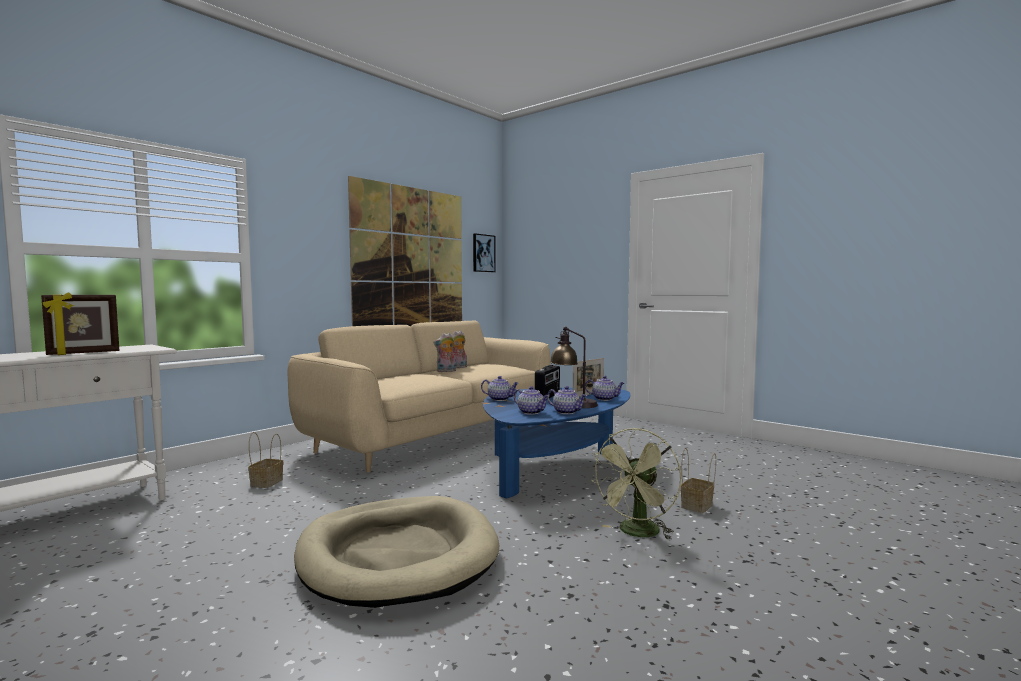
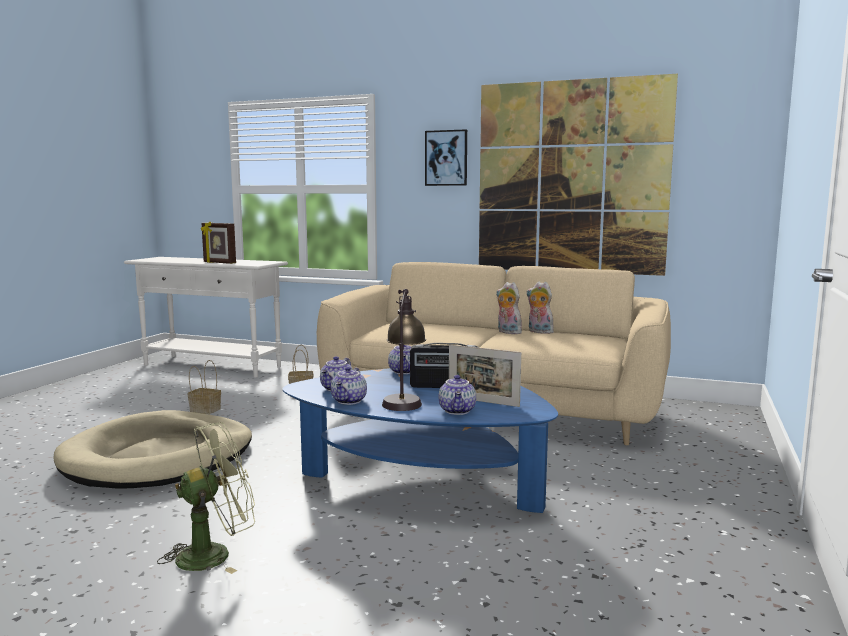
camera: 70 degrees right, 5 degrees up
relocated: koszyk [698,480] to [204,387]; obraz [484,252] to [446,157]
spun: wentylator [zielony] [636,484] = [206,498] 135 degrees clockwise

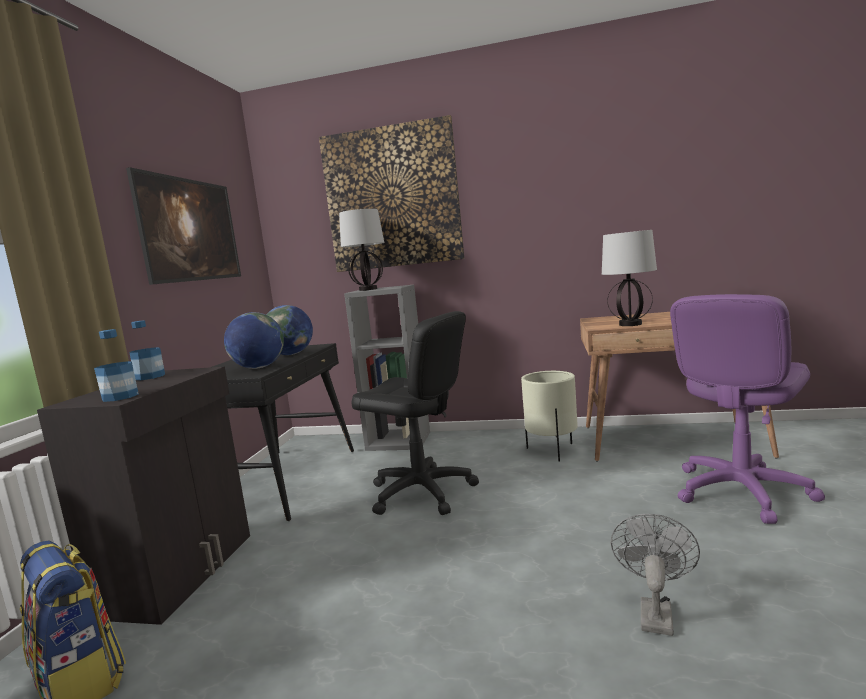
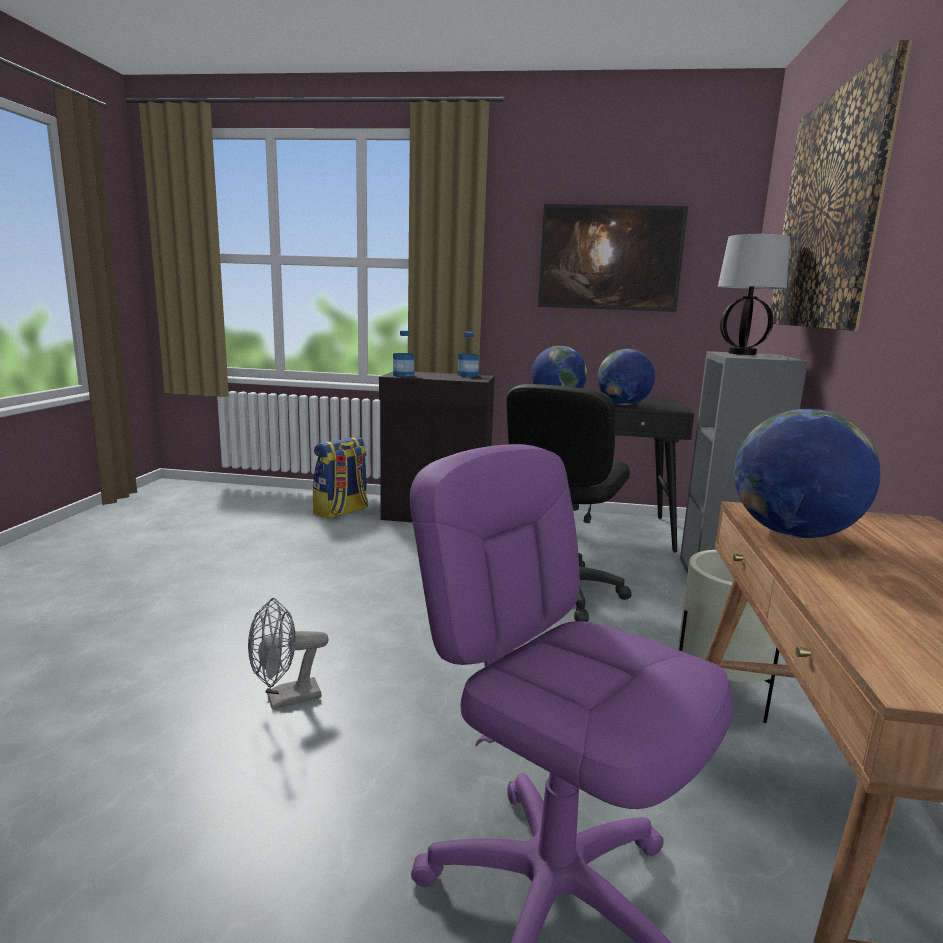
camera: 85 degrees right, 5 degrees up
exchanged: lampa stołowa [629,278] to globus [807,473]
spun: wentylator [szary] [655,575] = [288,654] 135 degrees clockwise

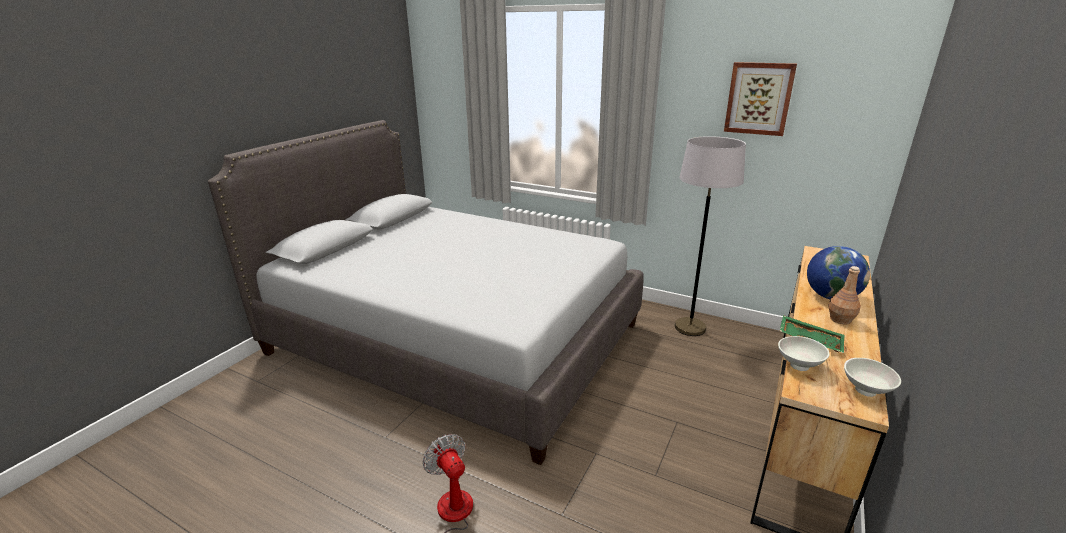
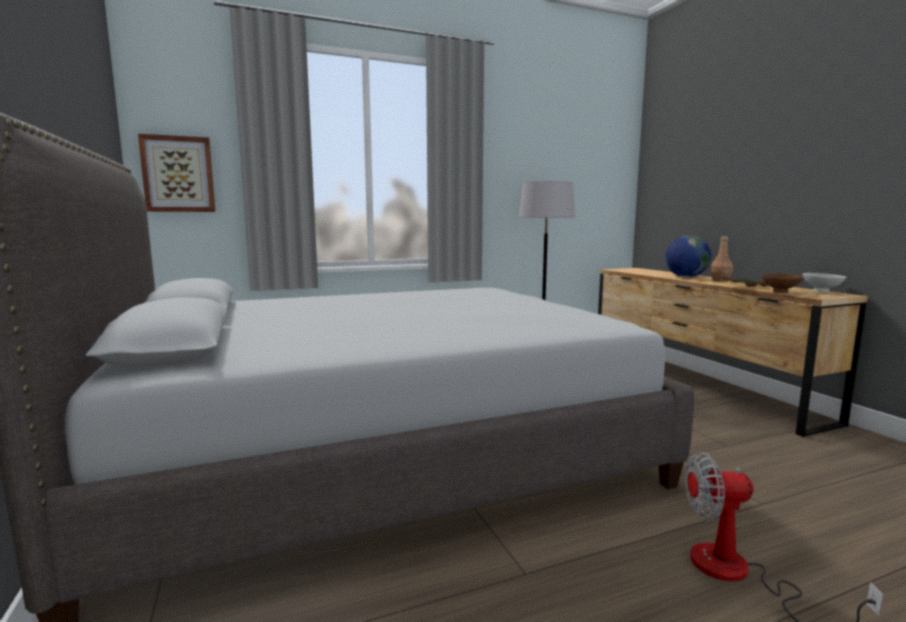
camera: 50 degrees left, 15 degrees down
relocated: obraz [760,99] to [176,173]
colour: miska [biały] [804,353] to miska [brązowy] [782,283]

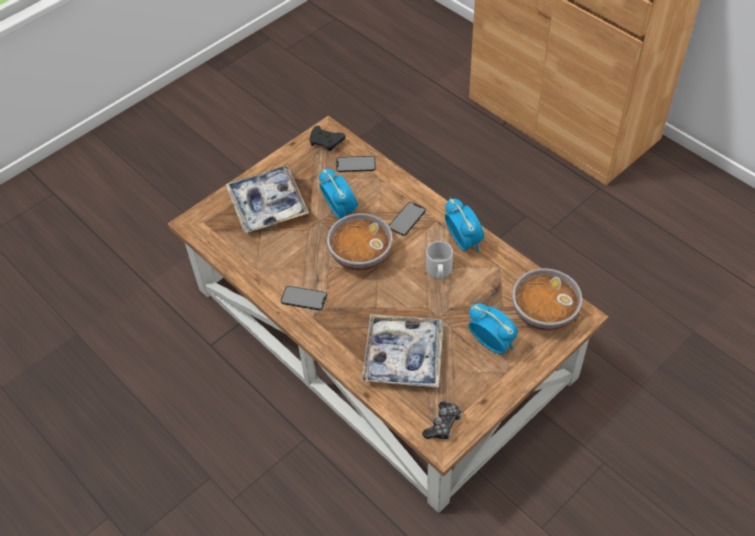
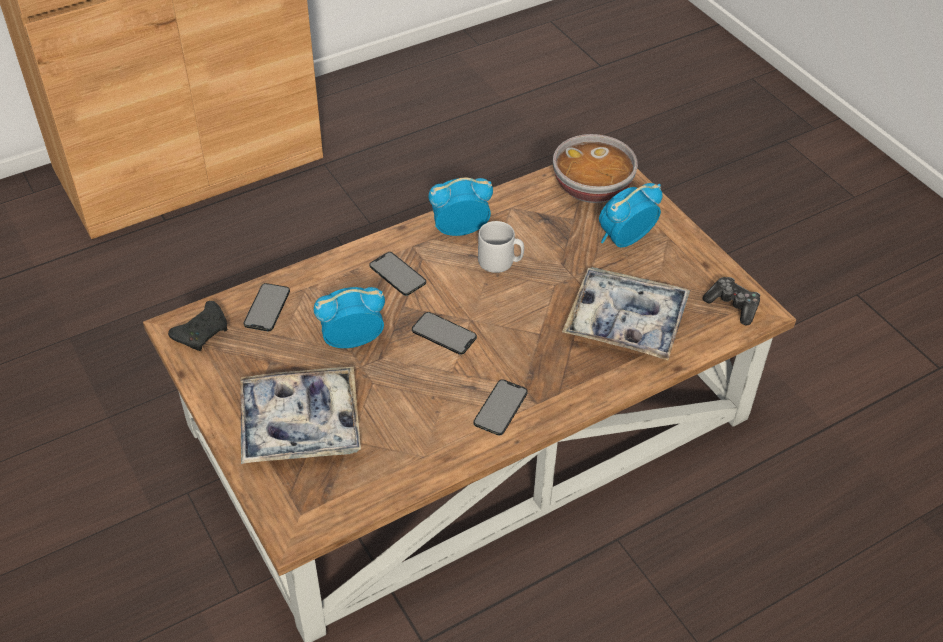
camera: 80 degrees left, 5 degrees down
exchanged: miska [360,242] to telefon [444,333]

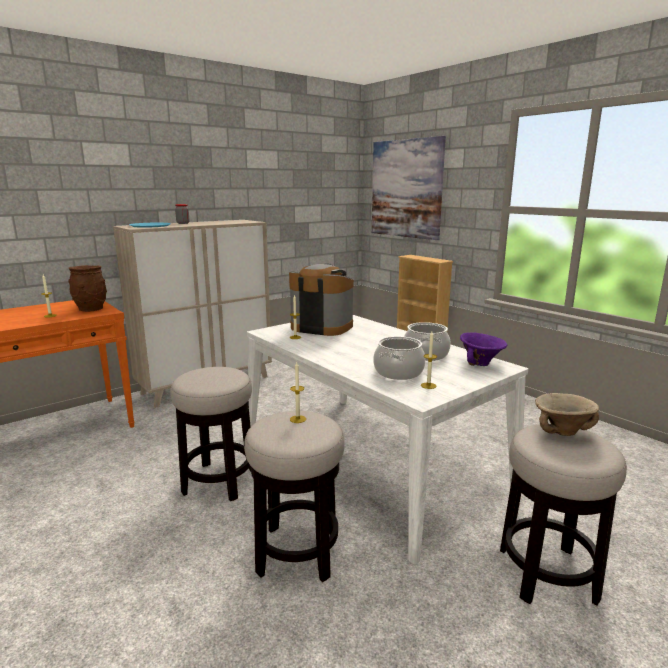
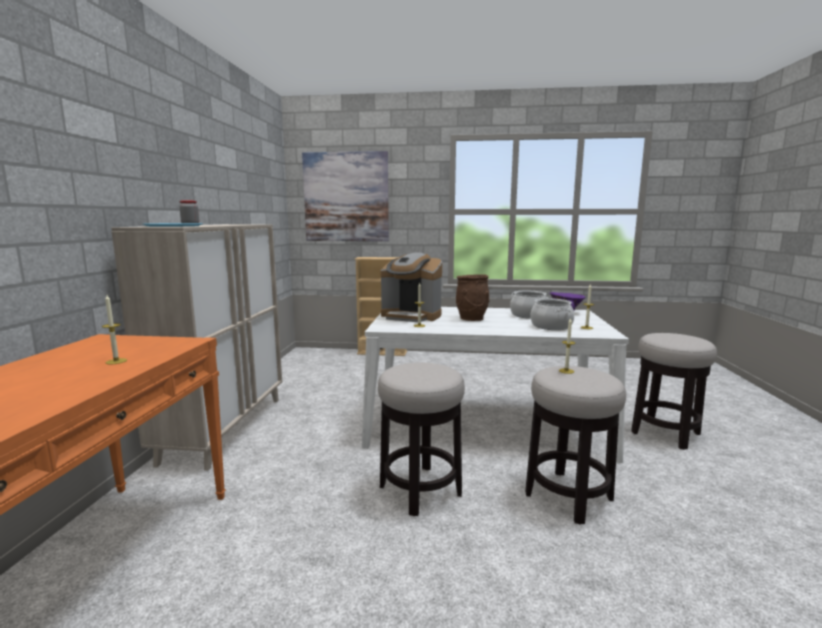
camera: 45 degrees left, 5 degrees down
missing: miska [beżowy] [567,414]
relocated: wazon [brązowy] [87,288] to [472,297]
spun: ekspres do kawy [321,299] = [411,287] 135 degrees counterclockwise

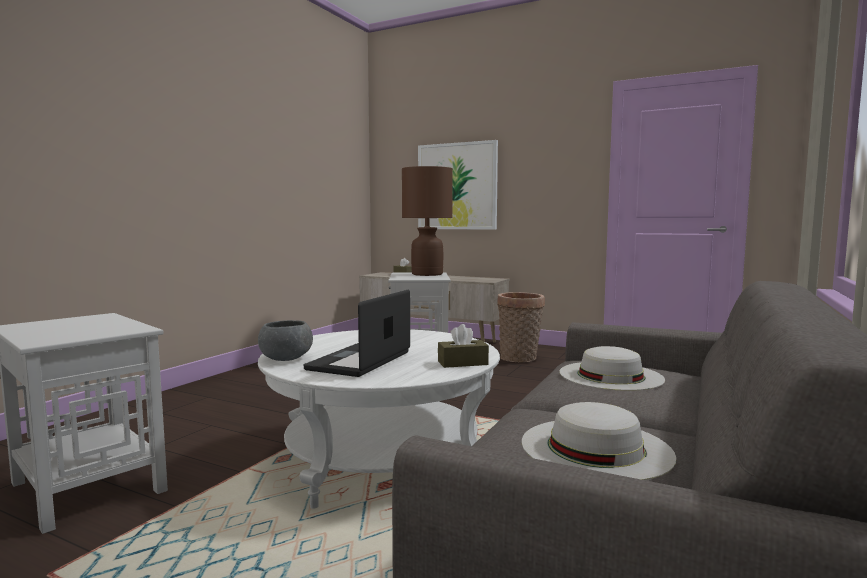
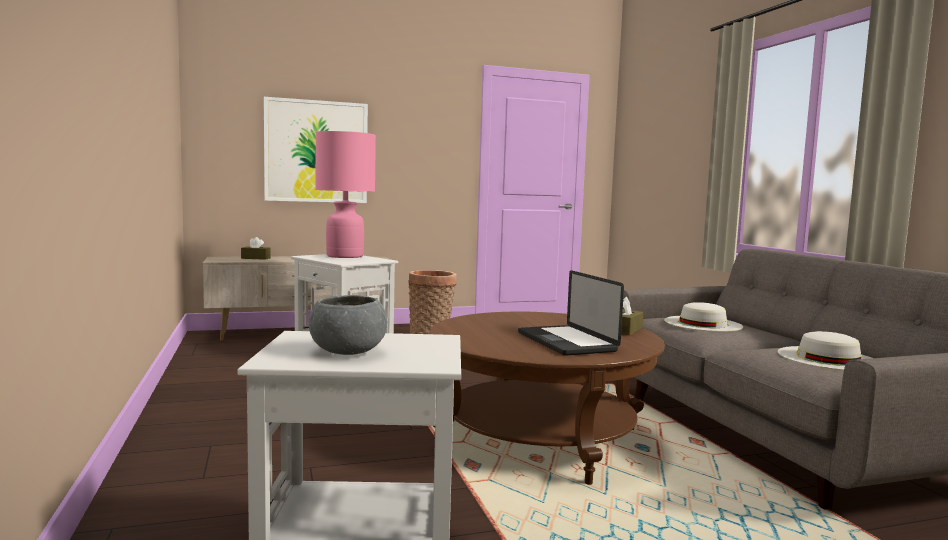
camera: 45 degrees left, 0 degrees up
relocated: miska [szary] [285,340] to [348,325]
colour: lampa stołowa [brązowy] [427,221] to lampa stołowa [różowy] [345,194]; ława [biały] [379,419] to ława [brązowy] [547,398]

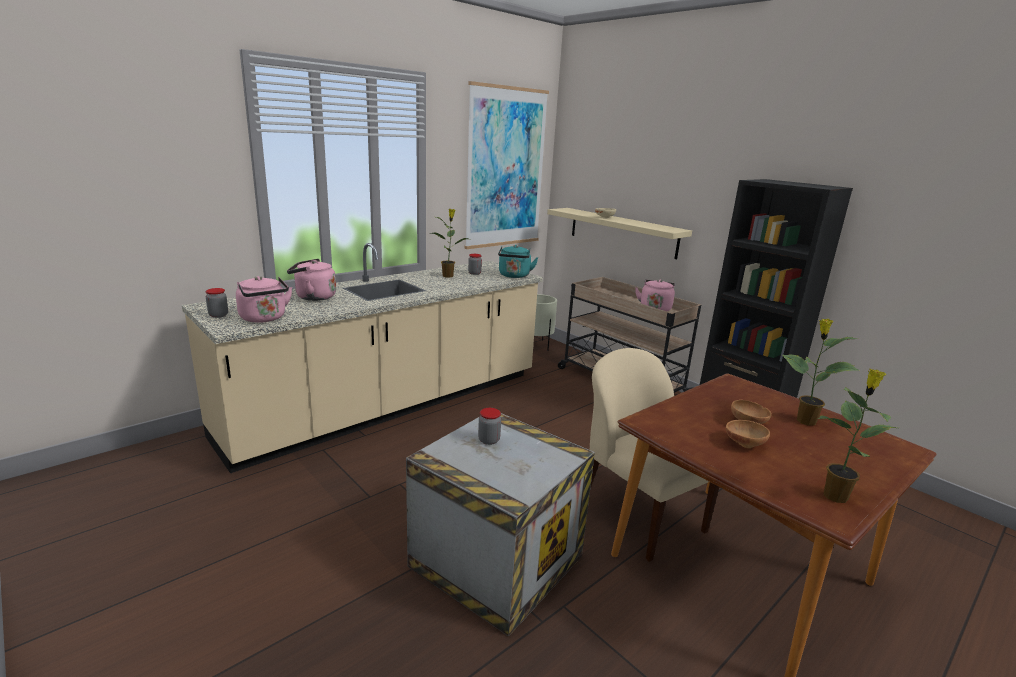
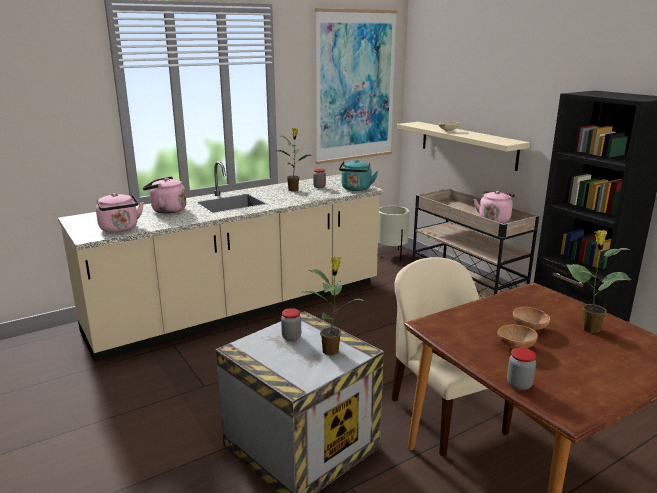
camera: 10 degrees right, 0 degrees up
relocated: roślina doniczkowa [857,436] to [335,306]; słoik [216,303] to [521,369]

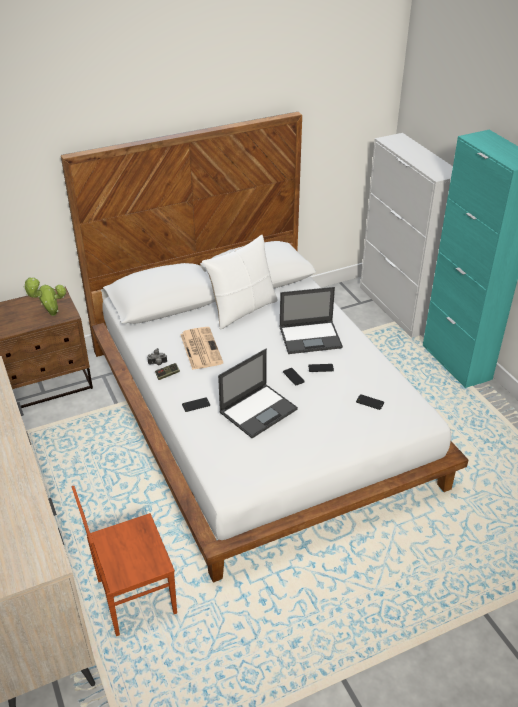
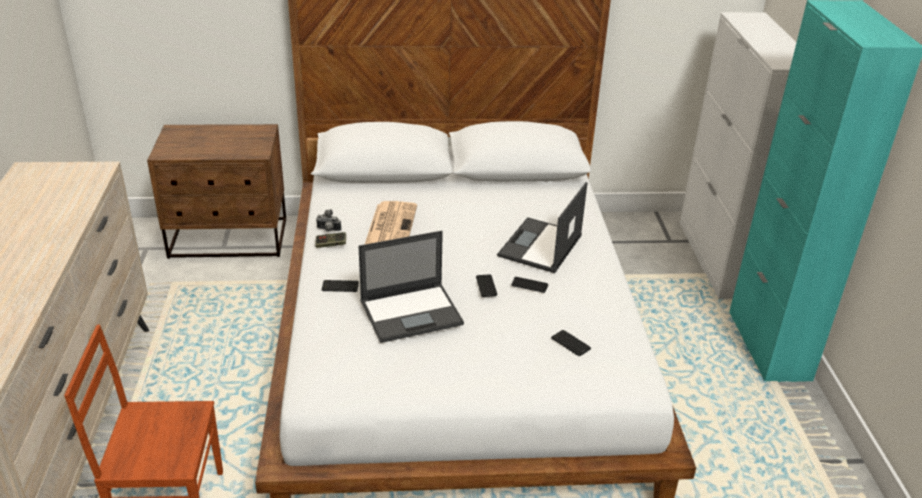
camera: 20 degrees right, 5 degrees down
missing: roślina doniczkowa [44,296]; poduszka [biały] [240,282]
spun: laptop [311,320] = [542,227] 105 degrees clockwise

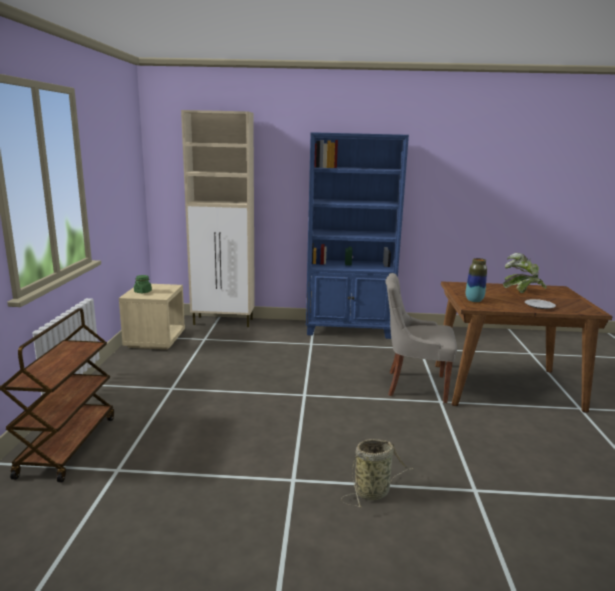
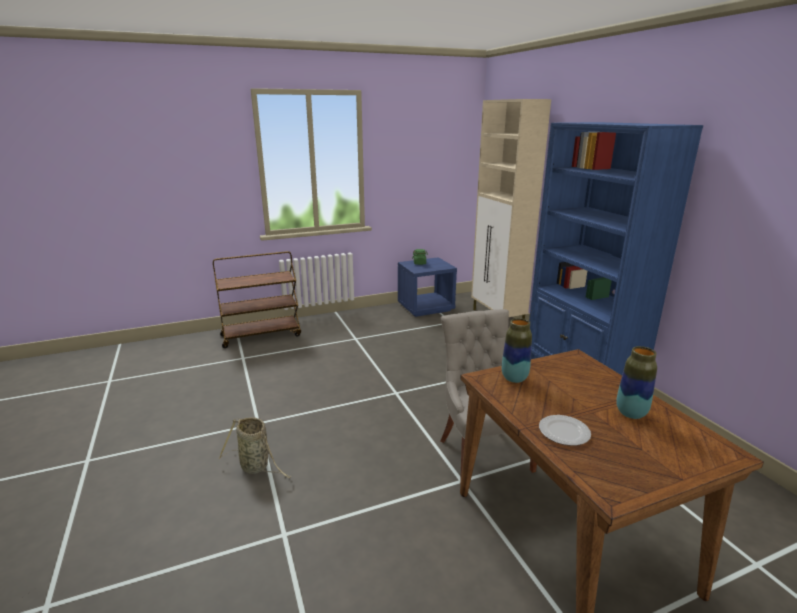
camera: 65 degrees right, 5 degrees up
exchanged: roślina doniczkowa [525,273] to wazon [636,382]
colour: szafka nocna [beżowy] [152,317] to szafka nocna [niebieski] [427,287]

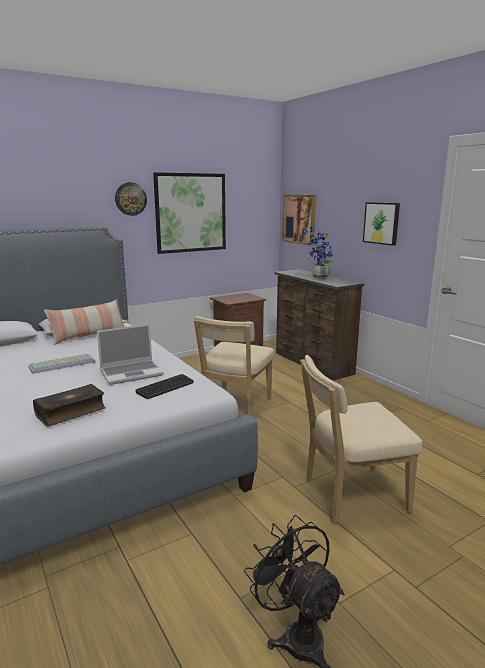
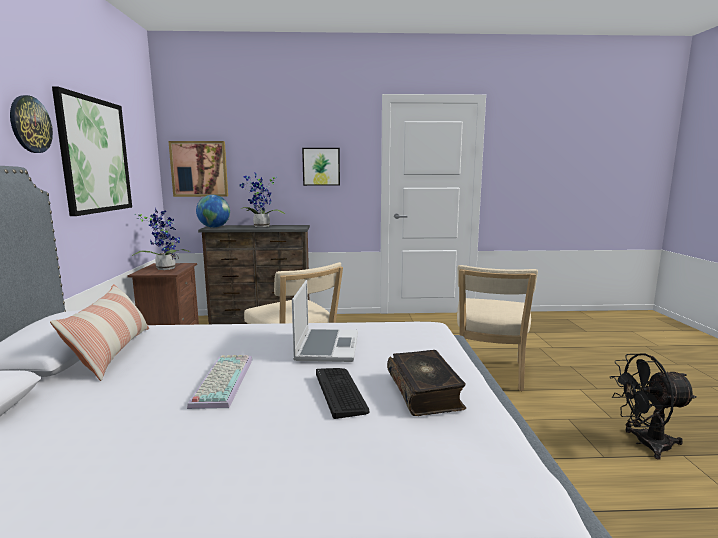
camera: 60 degrees left, 5 degrees down
appeared: roślina doniczkowa [161,238]; globus [213,211]
relocated: klawiatura [165,386] to [343,393]

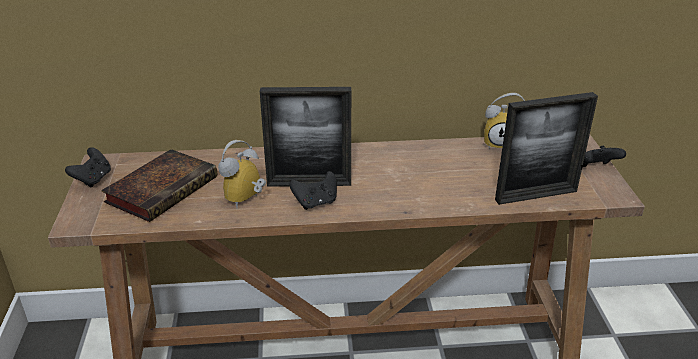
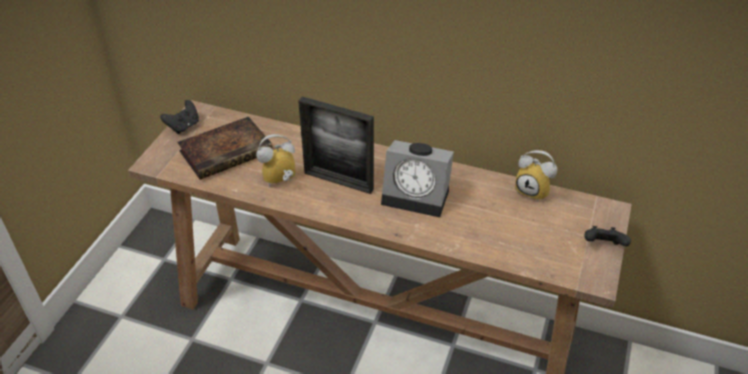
camera: 25 degrees right, 10 degrees up
missing: pad do gier [czarny] [313,190]; ramka na zdjęcie [546,148]
appeared: budzik [417,178]

